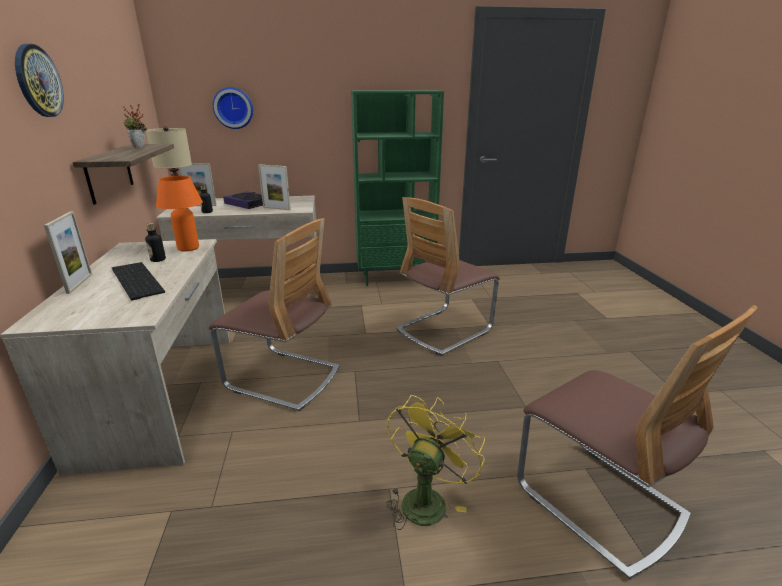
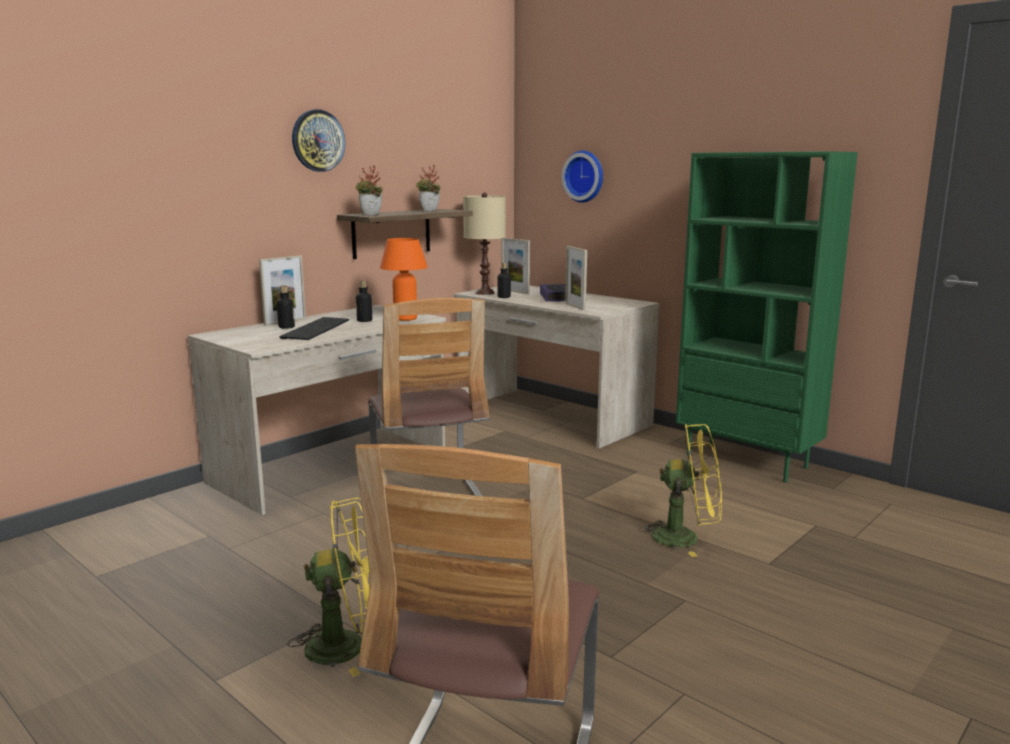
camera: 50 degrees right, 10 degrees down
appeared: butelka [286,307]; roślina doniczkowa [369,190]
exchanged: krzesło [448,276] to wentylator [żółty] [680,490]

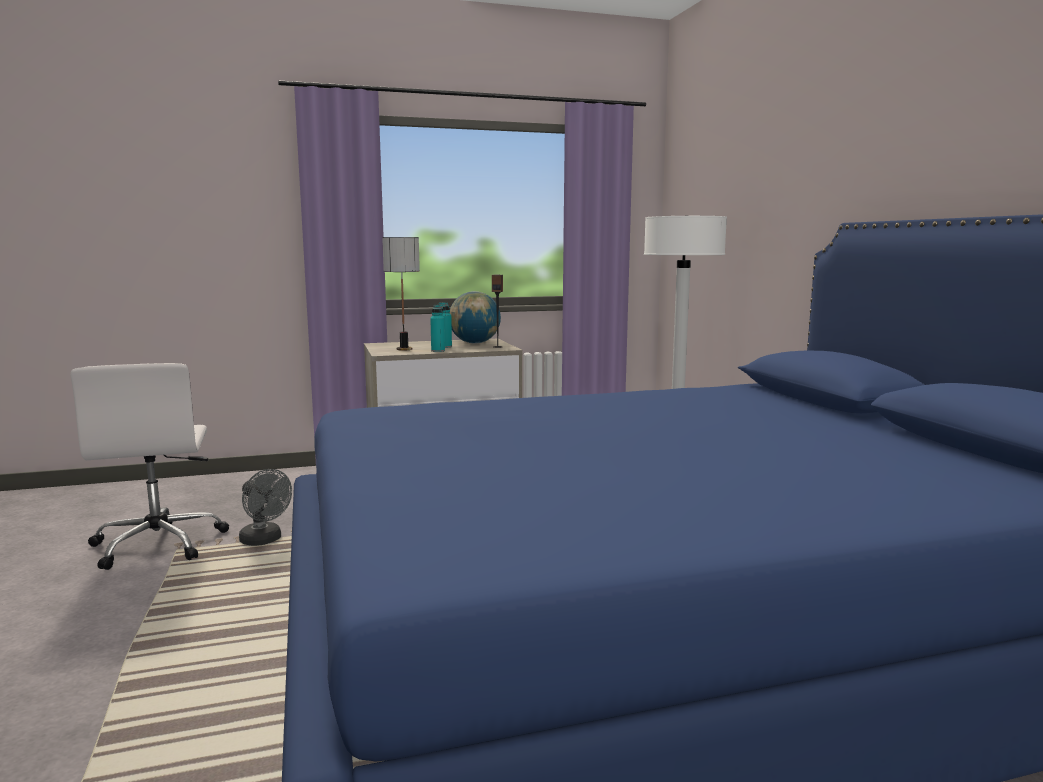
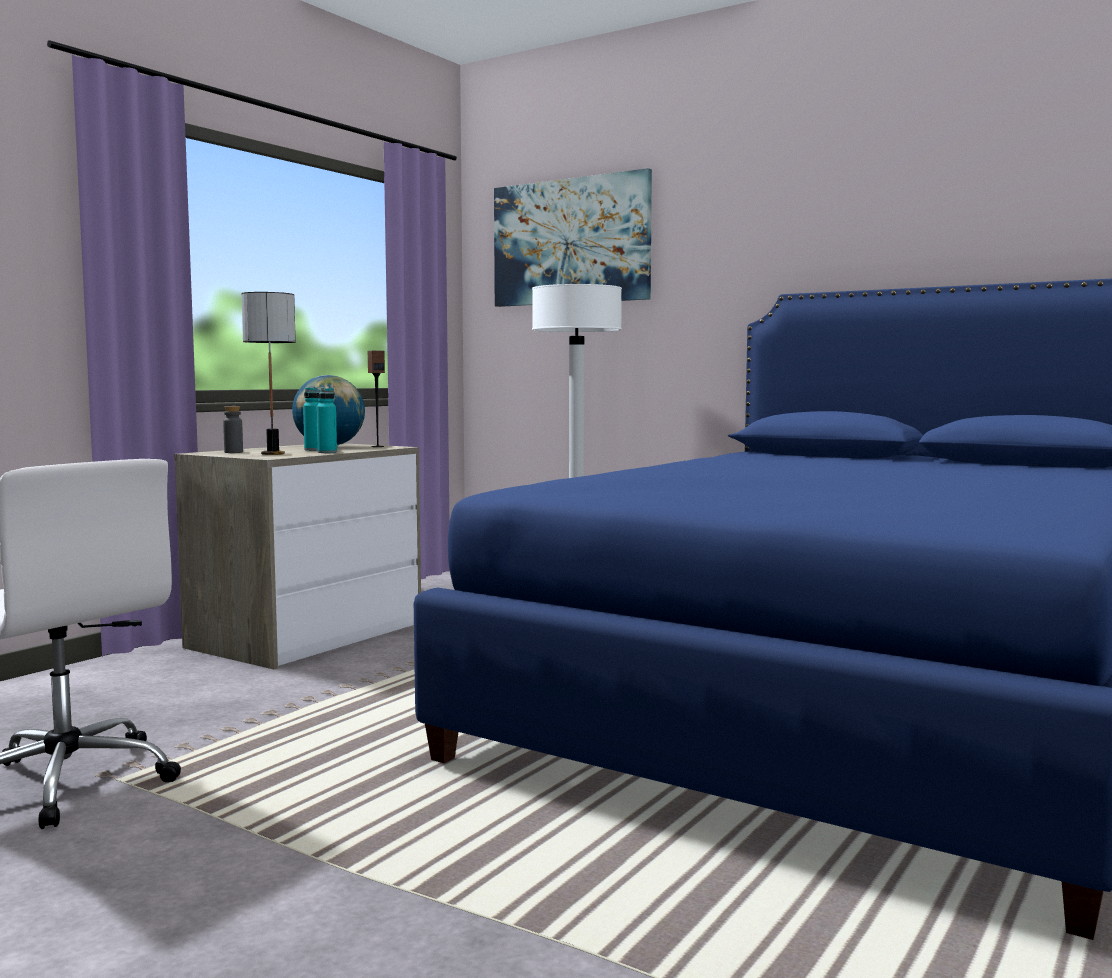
camera: 40 degrees left, 5 degrees down
missing: wentylator [szary] [265,507]
appeared: butelka [szary] [233,429]; obraz [573,237]

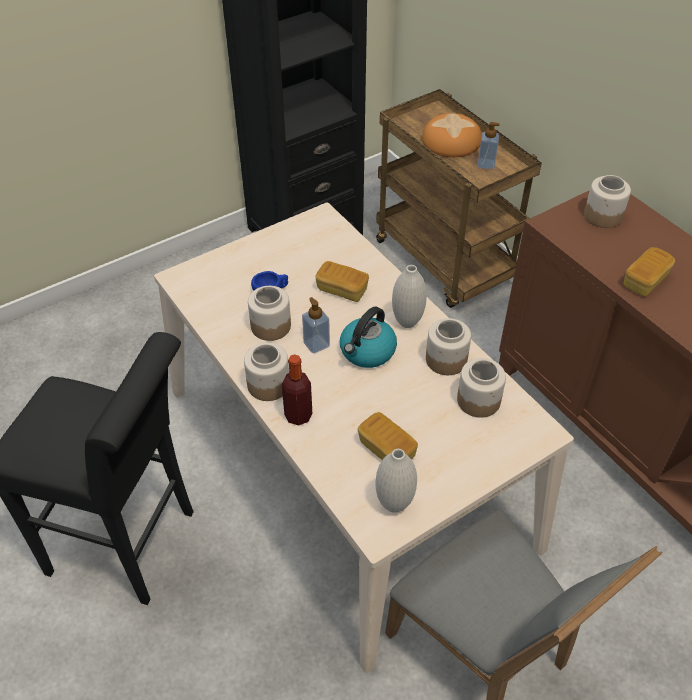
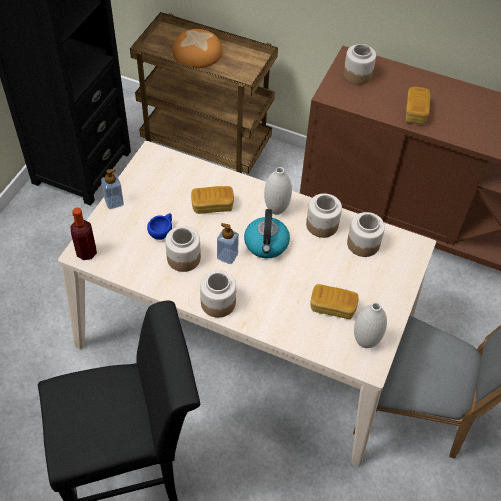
camera: 35 degrees left, 5 degrees up
relocated: butelka [297,389] to [83,233]; dozownik mydła [488,145] to [112,189]

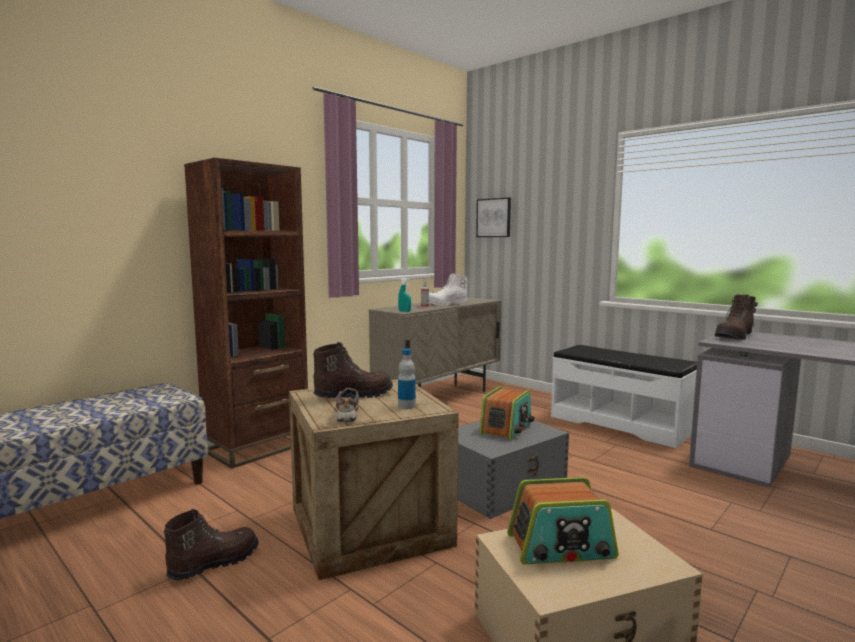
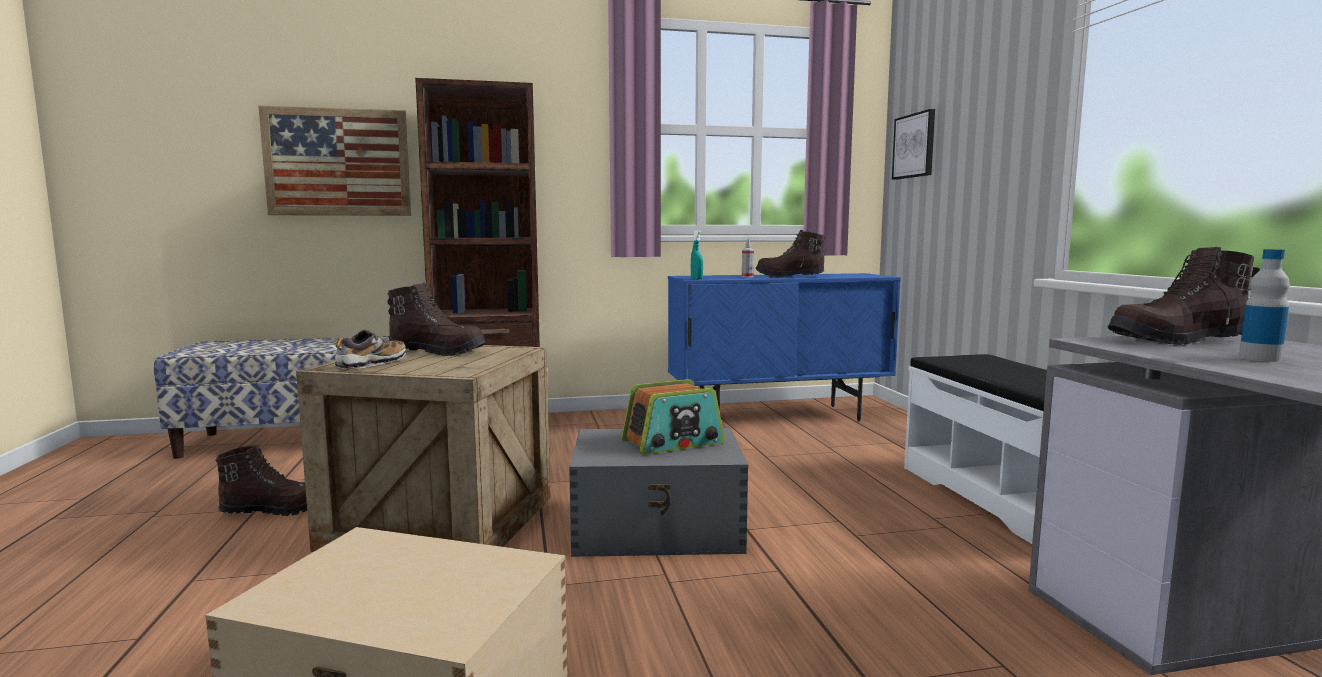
camera: 35 degrees right, 0 degrees up
missing: radio [563,521]
appeared: obraz [334,160]
relocated: butelka [407,378] to [1264,305]
colour: szafka [beżowy] [435,344] to szafka [niebieski] [784,347]; but z cholewką [biały] [448,290] to but z cholewką [brązowy] [790,253]

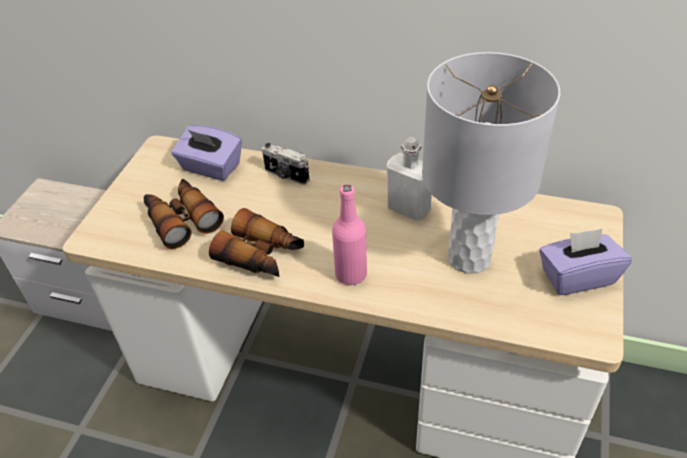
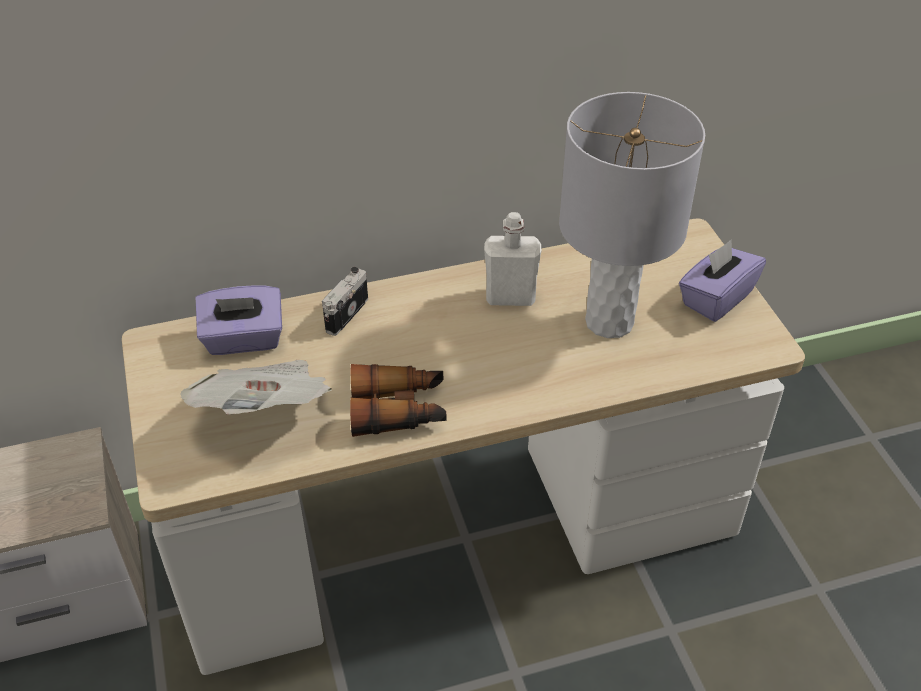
camera: 35 degrees left, 0 degrees up
missing: butelka [różowy] [349,234]
exchanged: lornetka [184,214] to gazeta [256,387]
spun: aparat fotograficzny [285,164] = [345,301] 120 degrees clockwise

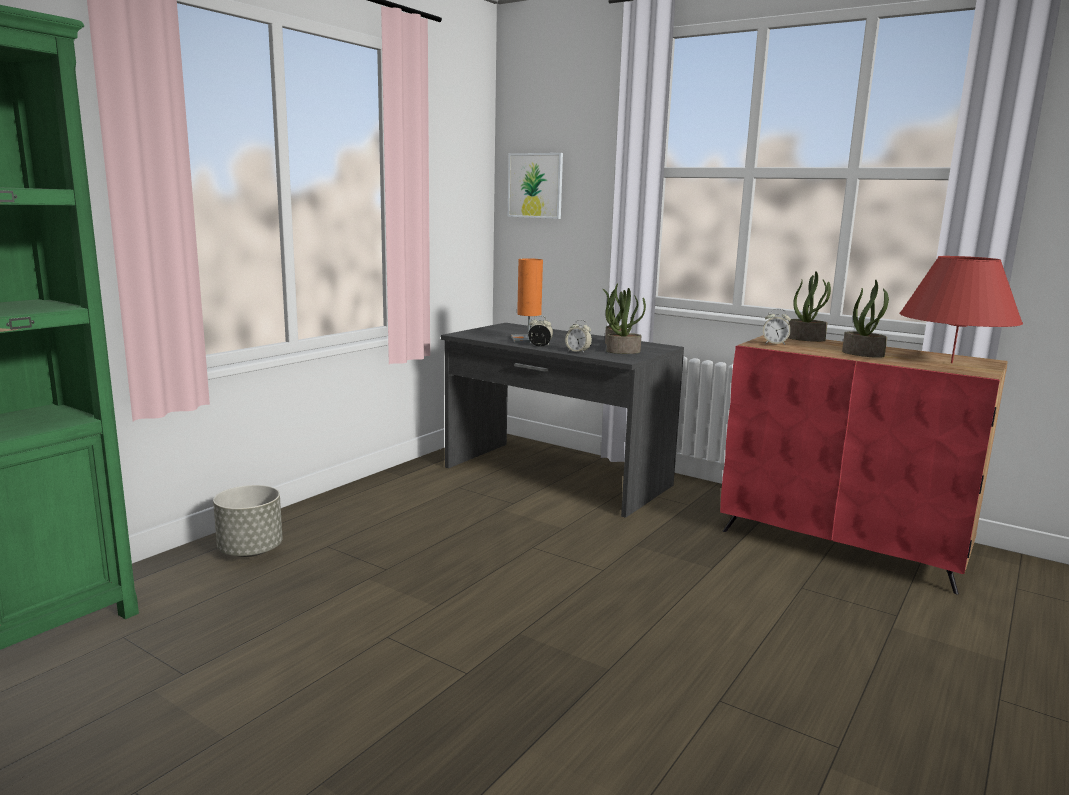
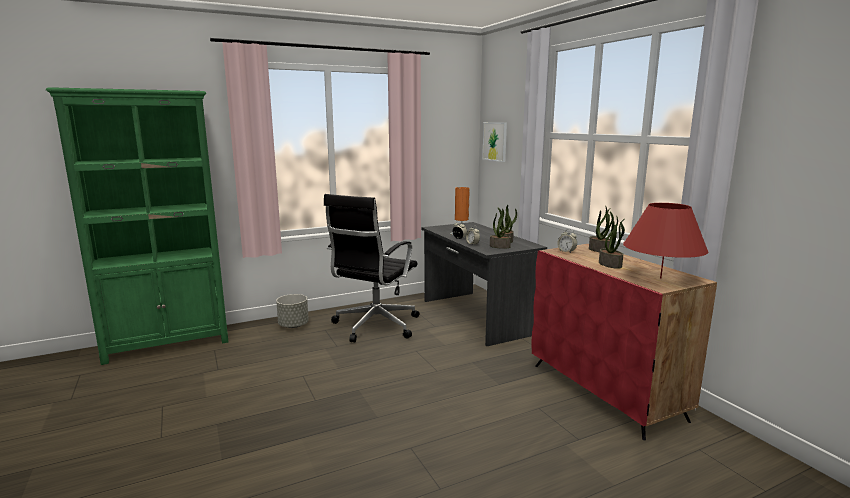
camera: 30 degrees right, 0 degrees up
appeared: krzesło biurowe [czarny] [372,268]

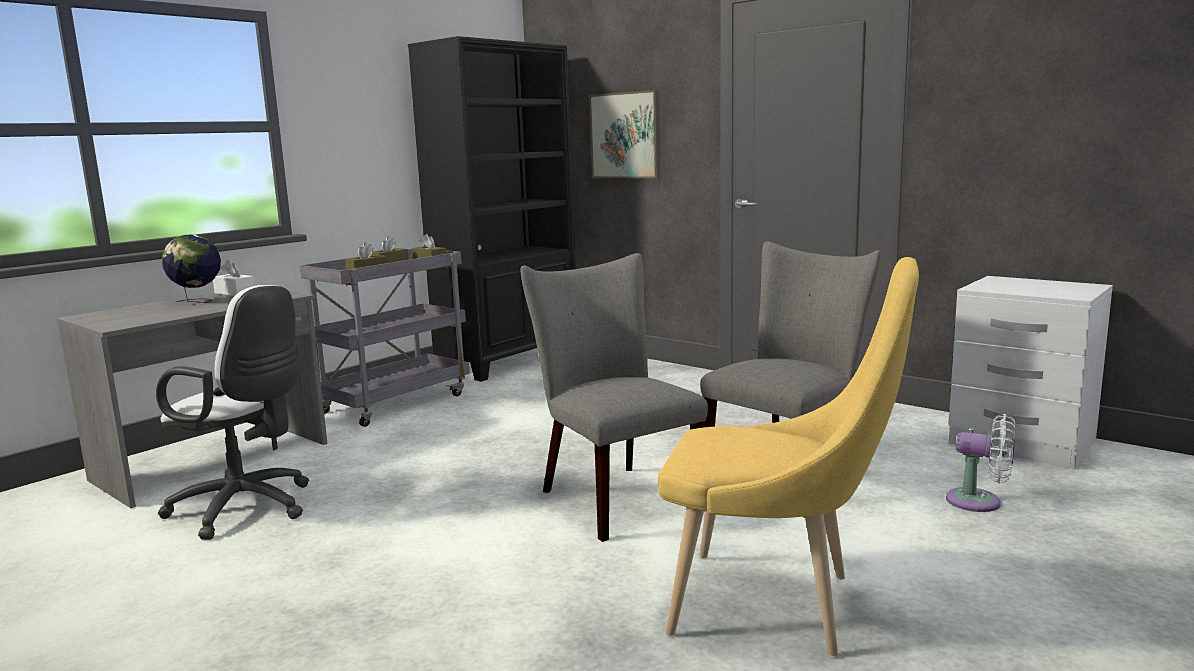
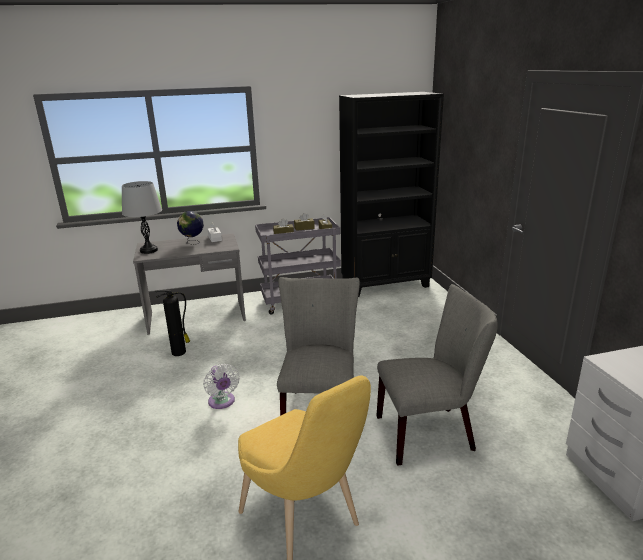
camera: 35 degrees right, 10 degrees up
missing: obraz [625,134]
appeared: lampa stołowa [szary] [142,217]
relocated: wentylator [biały] [980,463] to [221,386]
exchanged: krzesło biurowe [biały] [232,412] to gaśnica [172,323]

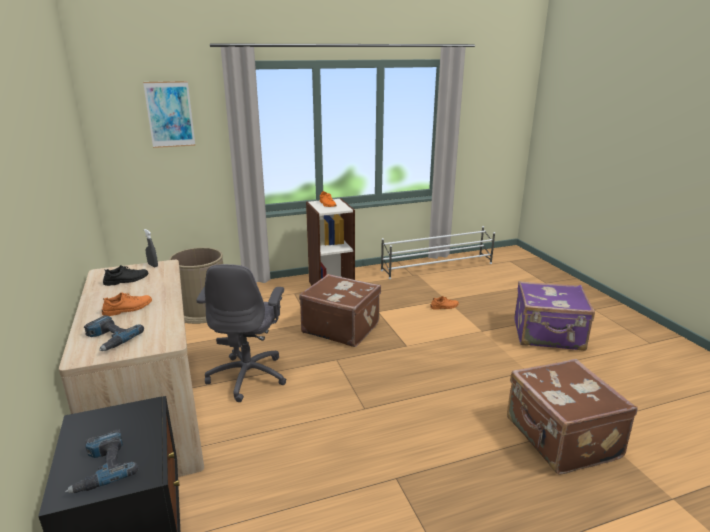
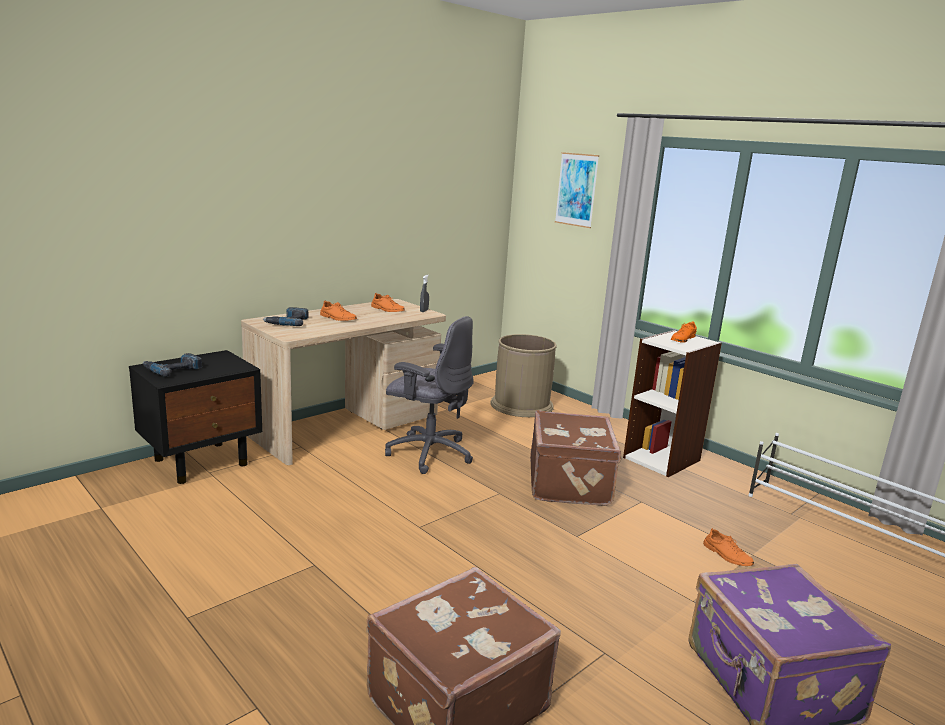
camera: 65 degrees right, 5 degrees down
colour: but [czarny] [126,275] to but [pomarańczowy] [388,302]
spun: krzesło biurowe [szary] [241,333] = [429,395] 135 degrees counterclockwise

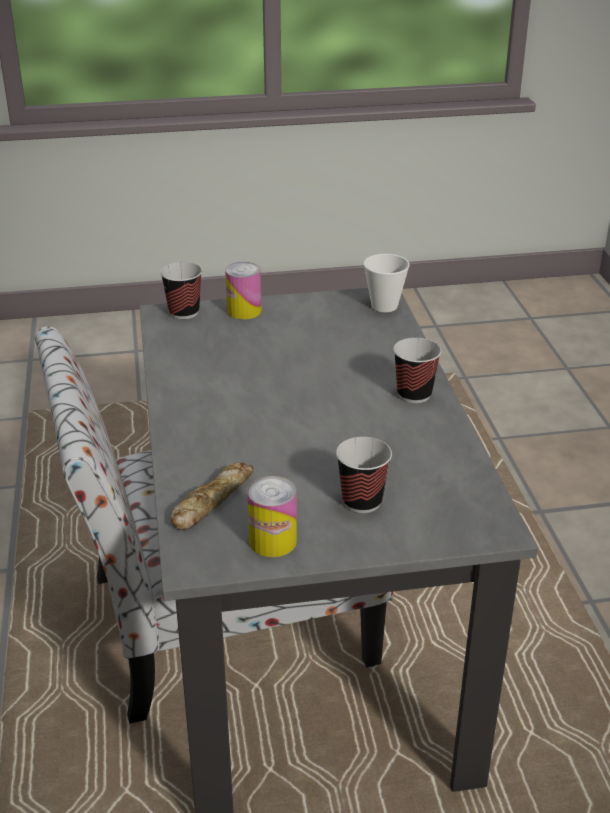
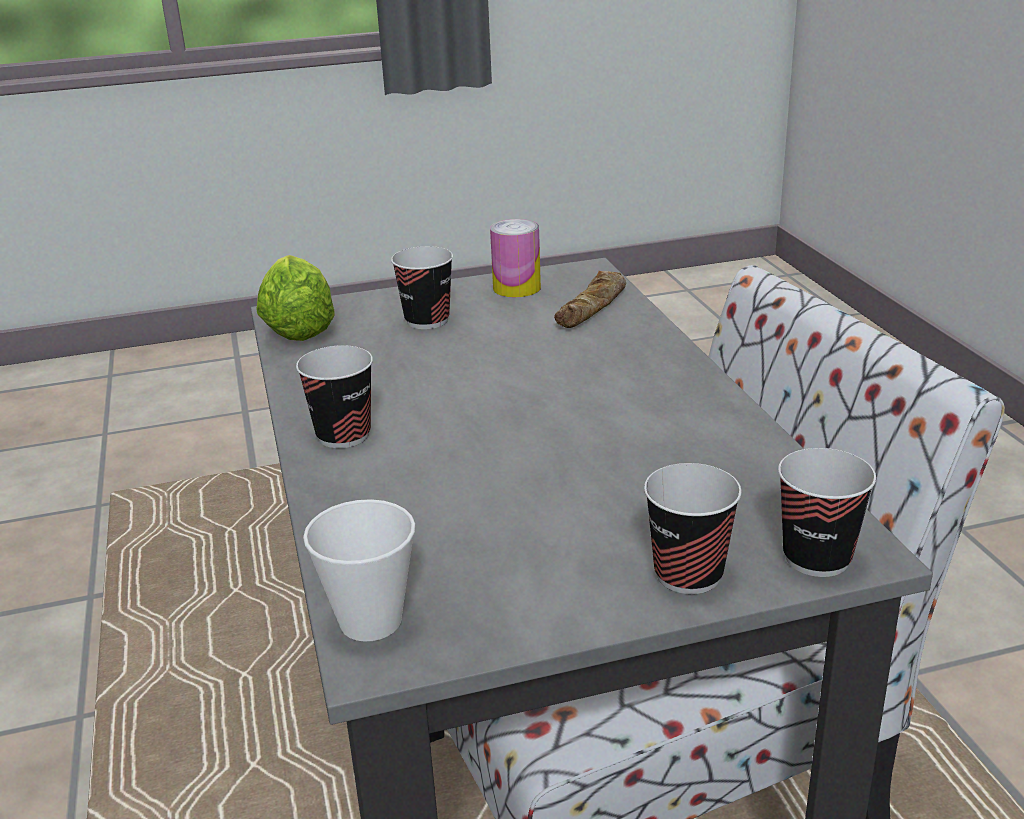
camera: 175 degrees right, 5 degrees down
appeared: sałata [296,298]
exchanged: puszka [243,290] to filiżanka [693,528]

